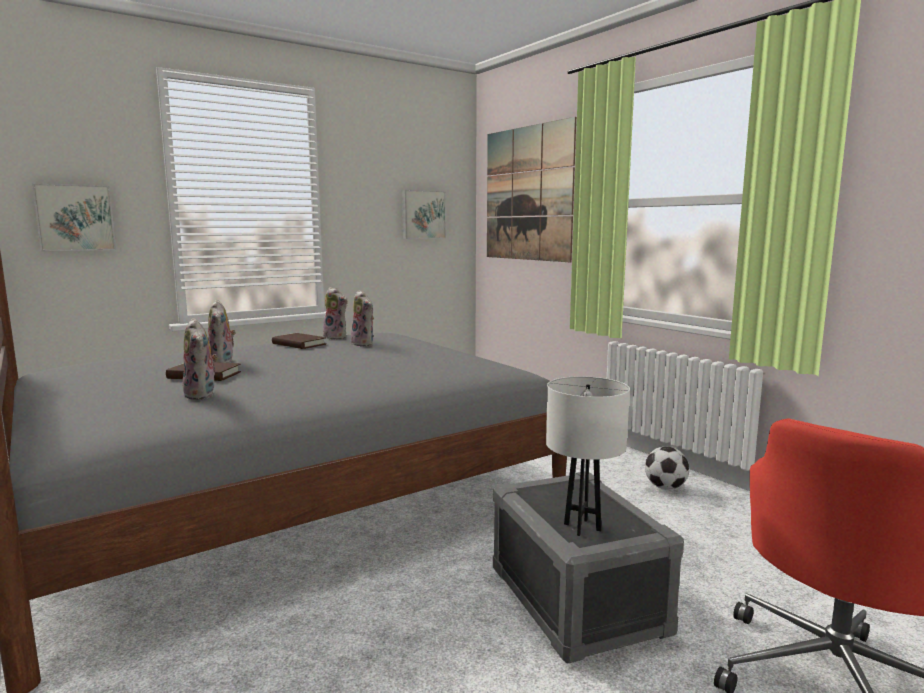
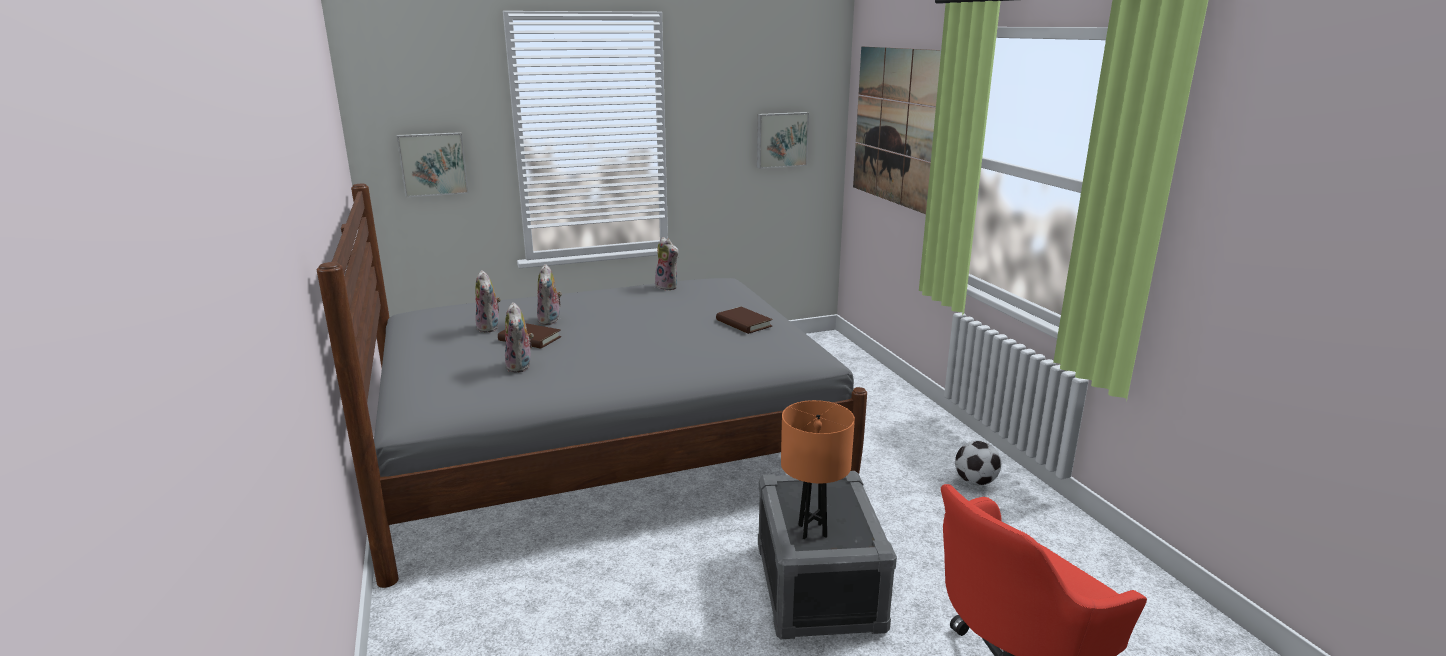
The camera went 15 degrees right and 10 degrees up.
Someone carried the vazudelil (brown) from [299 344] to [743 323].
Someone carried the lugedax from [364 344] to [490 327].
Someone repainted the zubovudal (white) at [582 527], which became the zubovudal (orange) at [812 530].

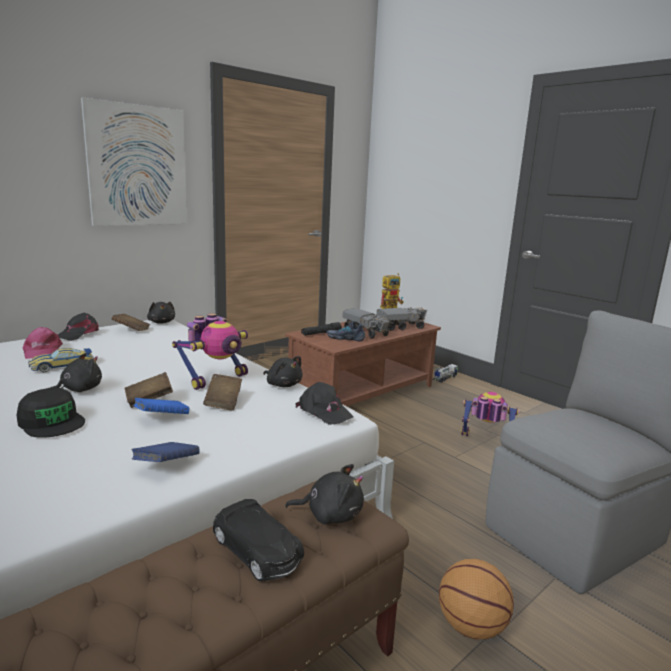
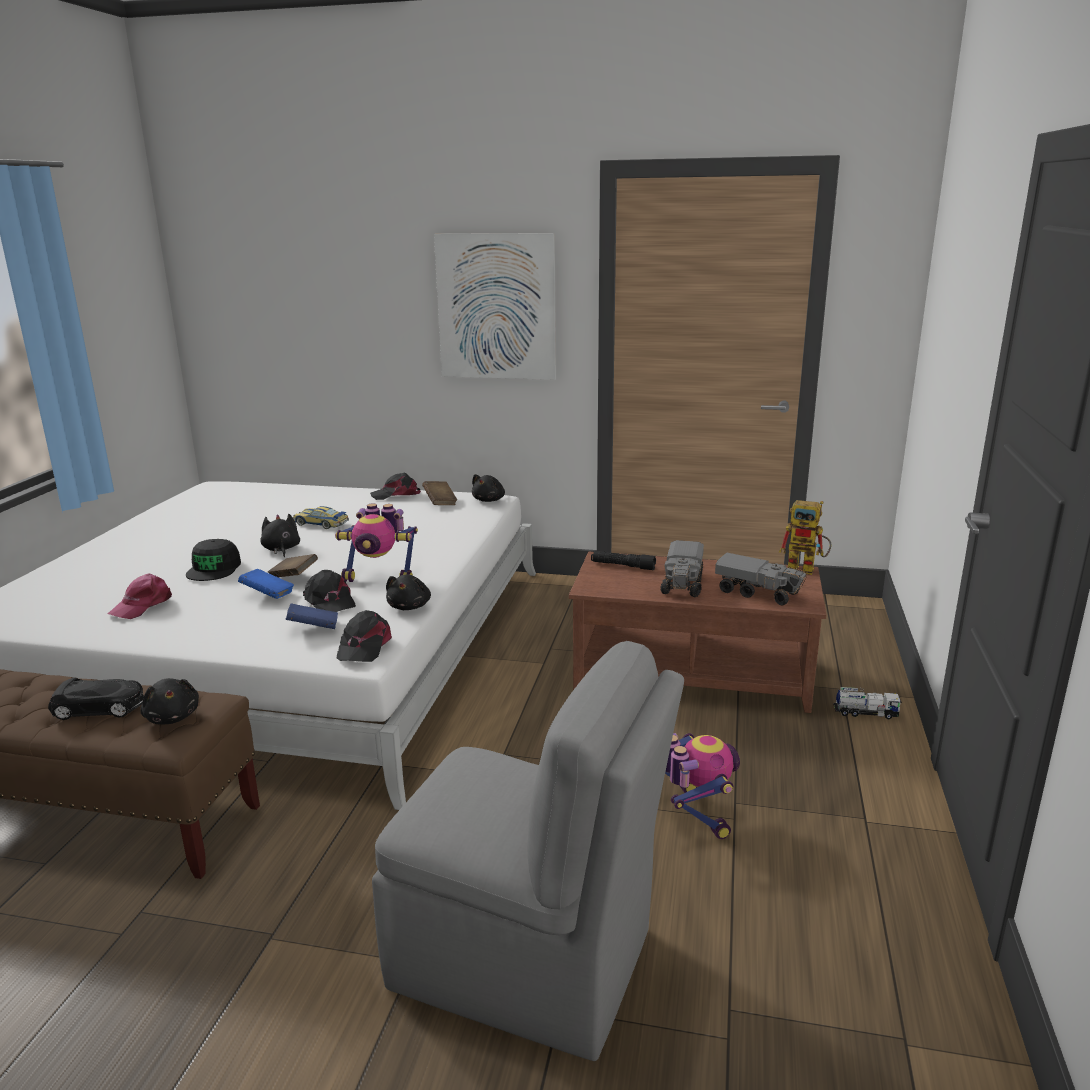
The camera went 55 degrees right and 5 degrees up.
Someone took away the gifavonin at [345 338].
Someone took away the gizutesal at [470 627].
Someone carried the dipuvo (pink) from [42 351] to [143 605].
Someone carried the vazudelil (blue) from [166 465] to [313 628].
Someone swapped the vazudelil (brown) at [223 402] for the dipuvo (black) at [329 601].
Someone rotated the lugedax (black) at [78 390] by 120 degrees counterclockwise.
Someone rotated the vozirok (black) at [258 550] by 105 degrees counterclockwise.

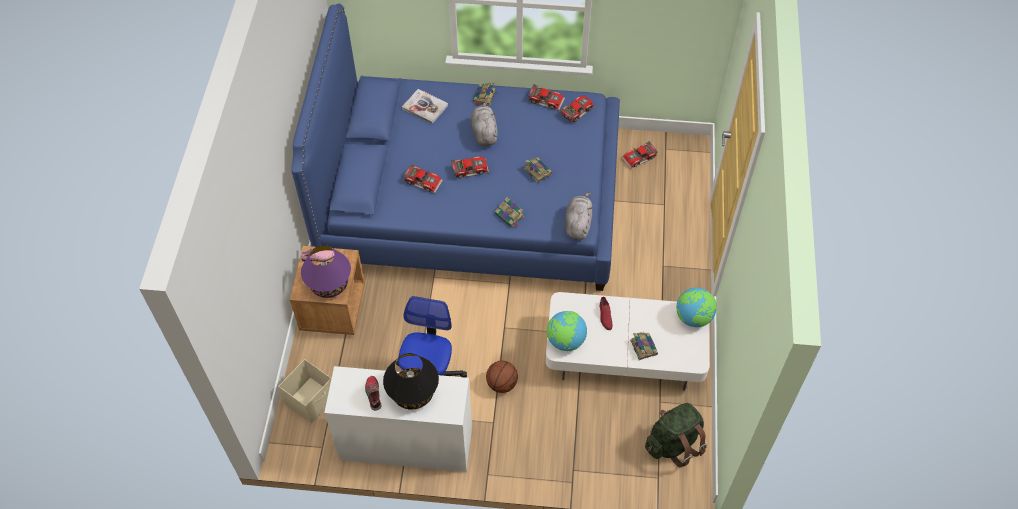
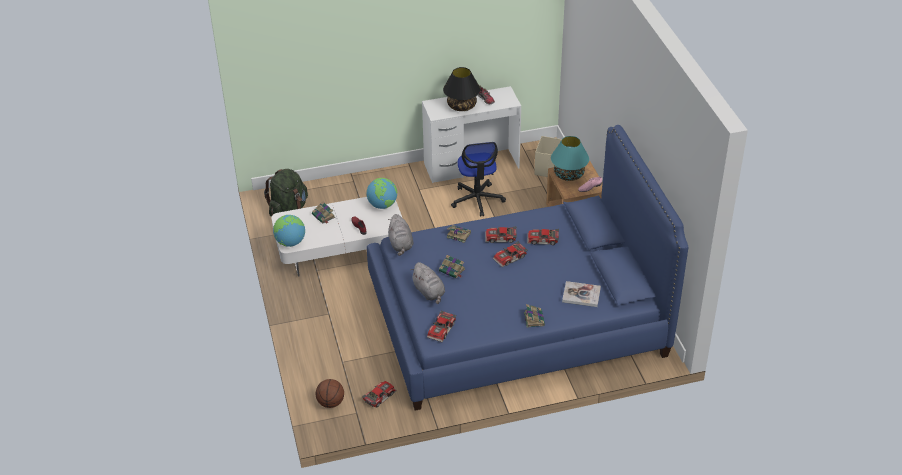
The camera went 160 degrees right and 15 degrees down.
Someone carried the lugedax (grey) from [484 133] to [429 292].
Someone carried the gizutesal from [502 383] to [331 403].
Someone carried the vozirok from [546 99] to [500 238].
Someone repainted the zubovudal (purple) at [329 284], which became the zubovudal (turquoise) at [569 175].

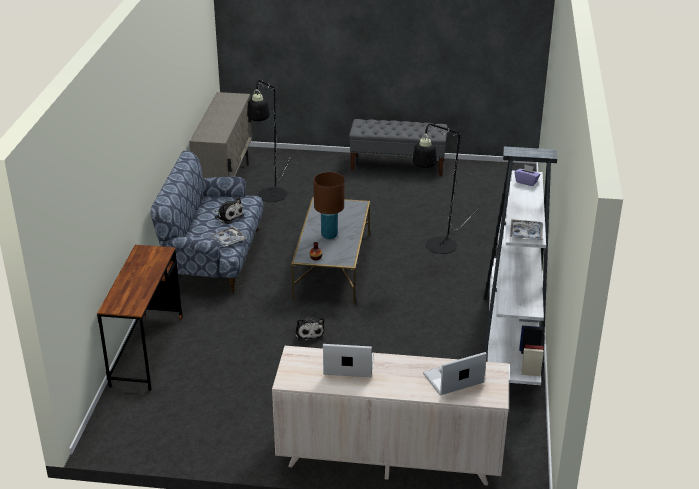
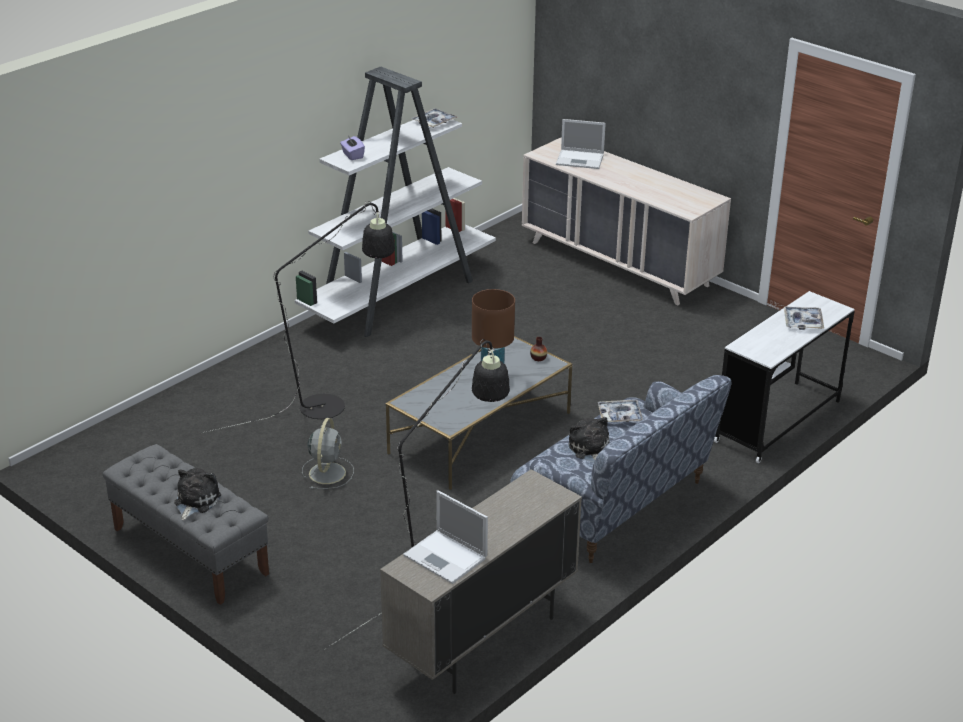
The camera went 145 degrees left and 0 degrees up.
Someone put down the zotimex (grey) at [327 472].
Someone put down the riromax at [803 322].
Someone carried the lugedax from [309 332] to [195 501].
Someone carried the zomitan from [347 365] to [446 557].
Someone repainted the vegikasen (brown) at [147 351], which became the vegikasen (white) at [778 421].

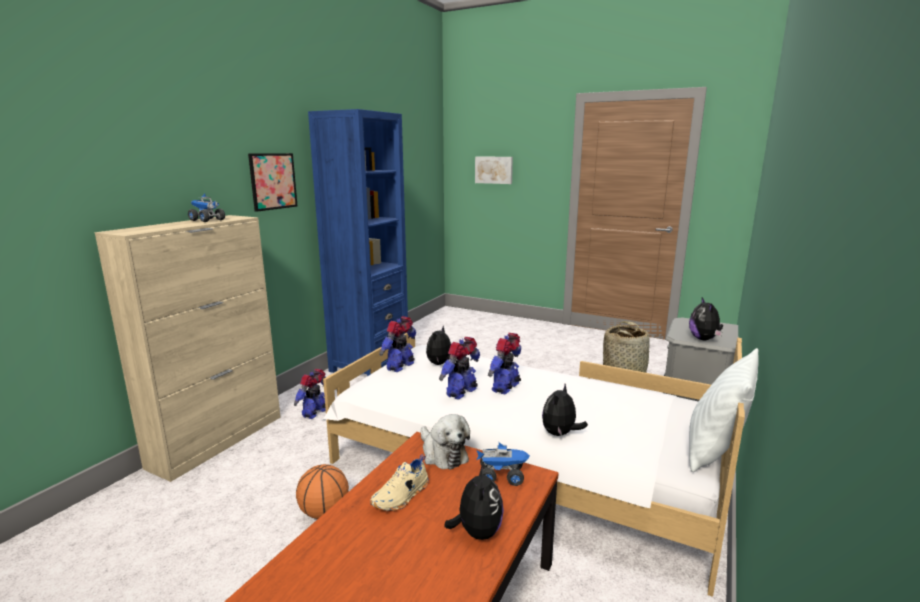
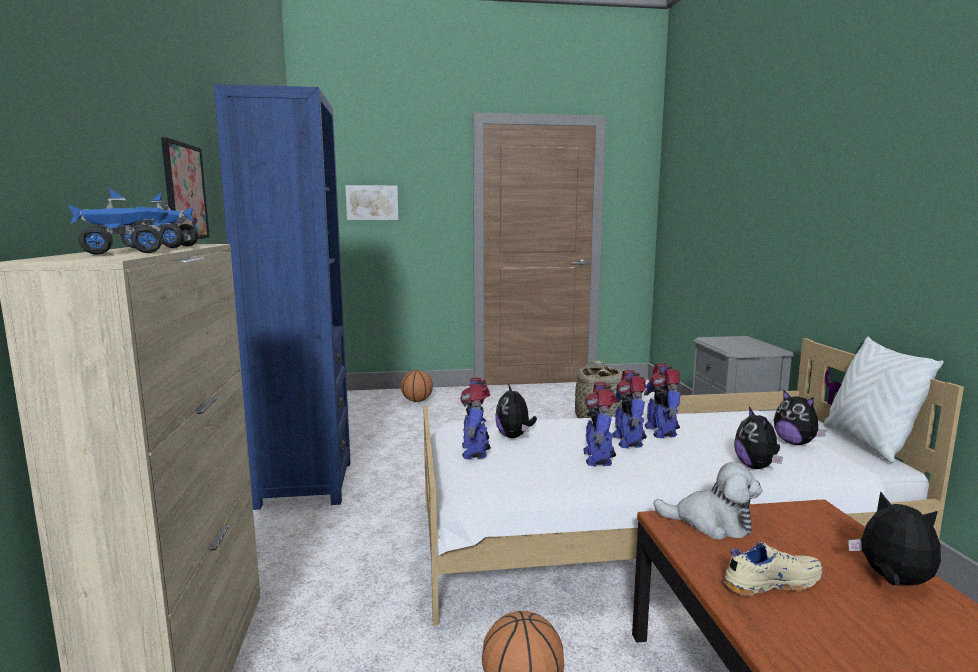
The camera went 35 degrees left and 5 degrees down.
Someone put down the gizutesal at [417 401].
Someone carried the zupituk from [316 413] to [661 431].
Someone carried the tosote from [502 476] to [125 252].
Someone carried the lugedax from [704 339] to [795 443].
Someone rotated the gifavonin (beige) at [402 497] by 105 degrees counterclockwise.

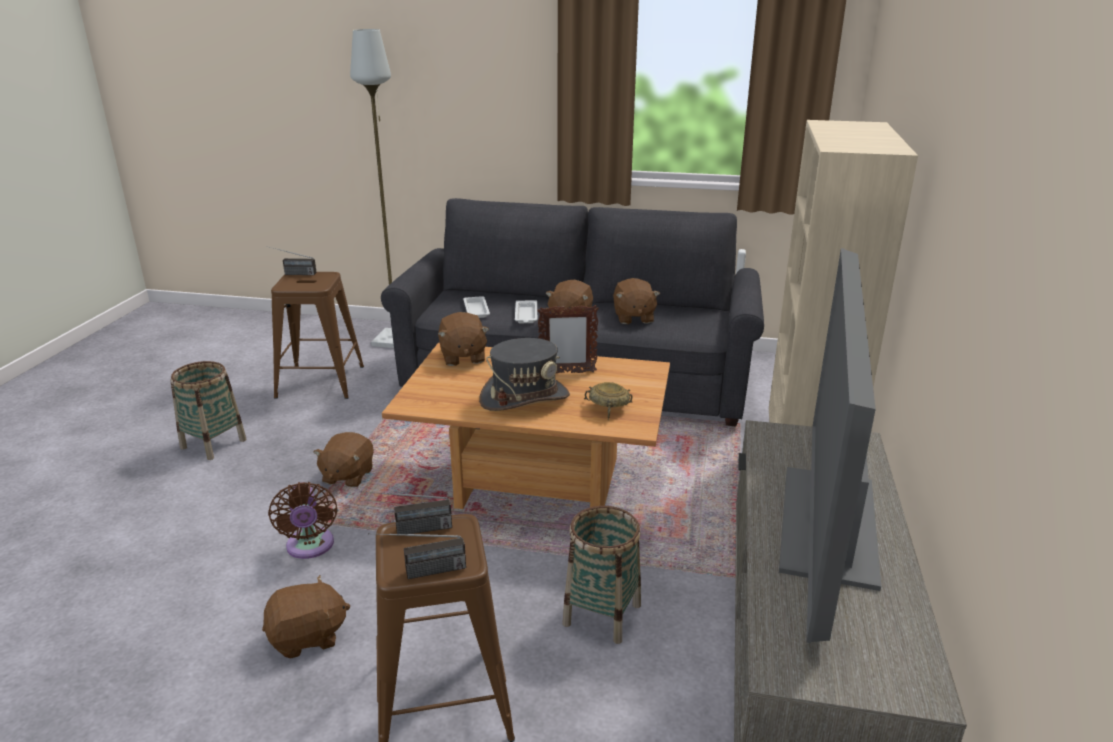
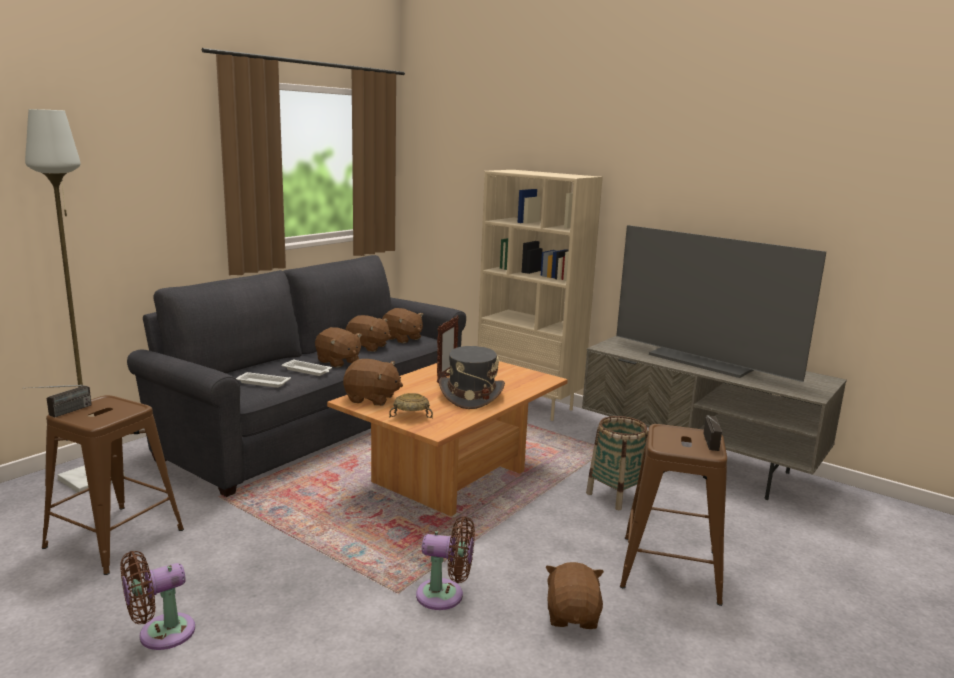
The camera went 65 degrees left and 10 degrees down.
Someone took away the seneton at [409 531].
Someone carried the lugedax (brown) from [347 476] to [402 339].
Someone carried the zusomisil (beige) from [608 409] to [411 416].
Someone swapped the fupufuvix at [213 444] for the zotimex (brown) at [160 634].

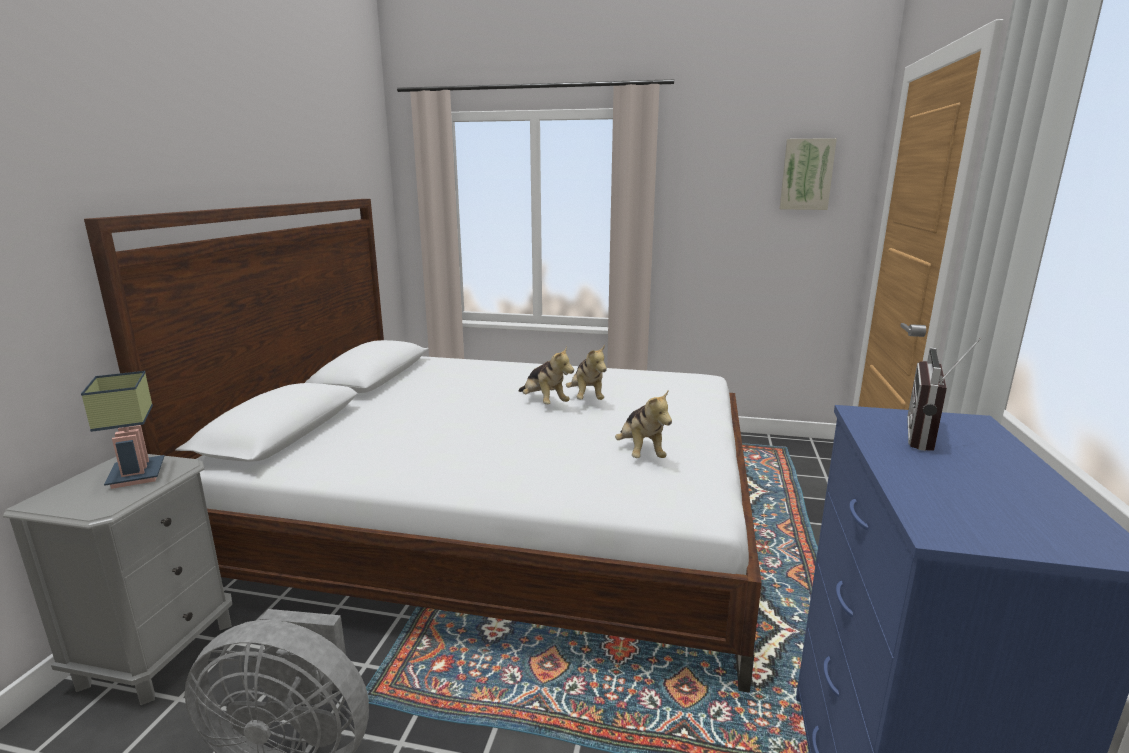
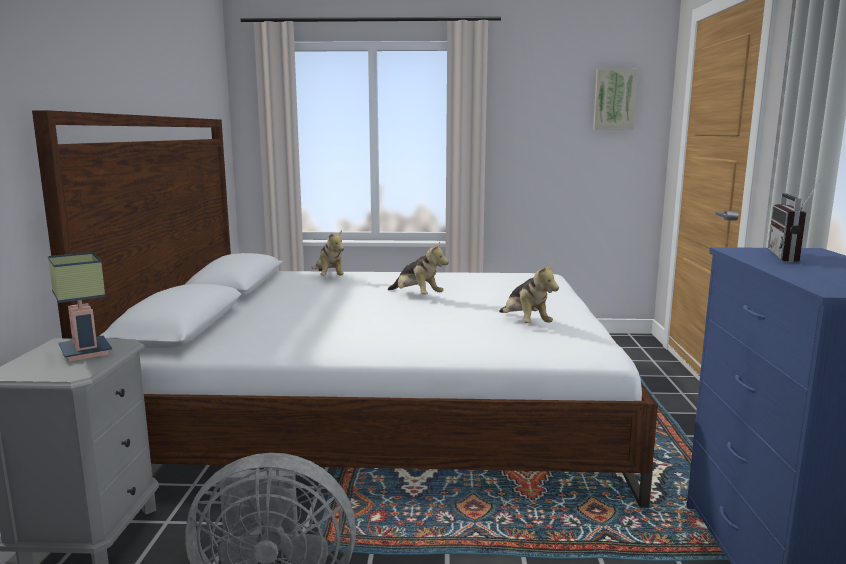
The camera went 10 degrees left and 5 degrees down.
Someone carried the lugedax from [586 398] to [329 277].

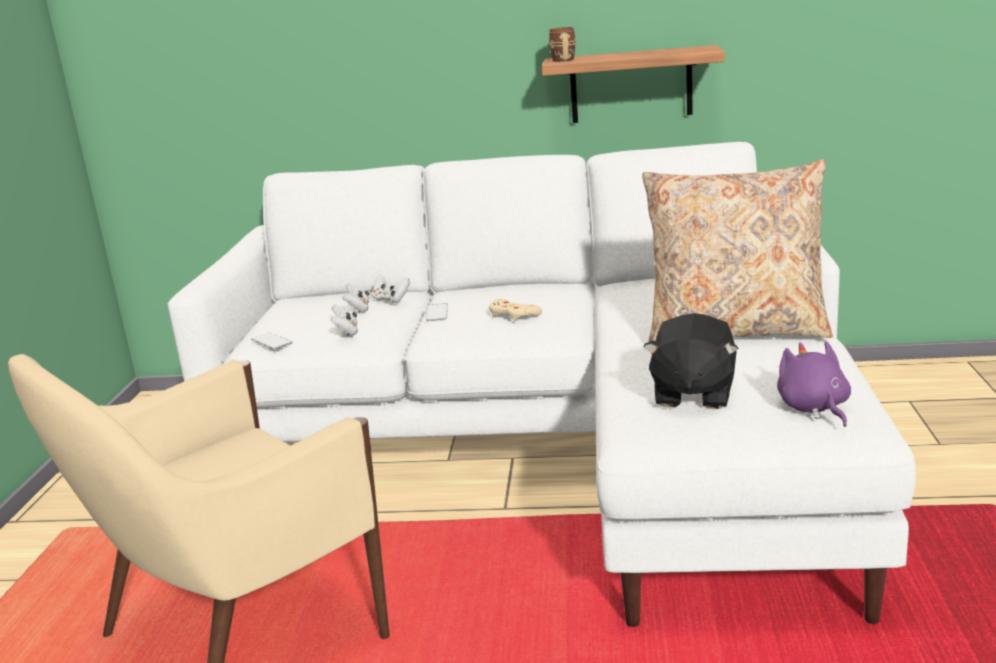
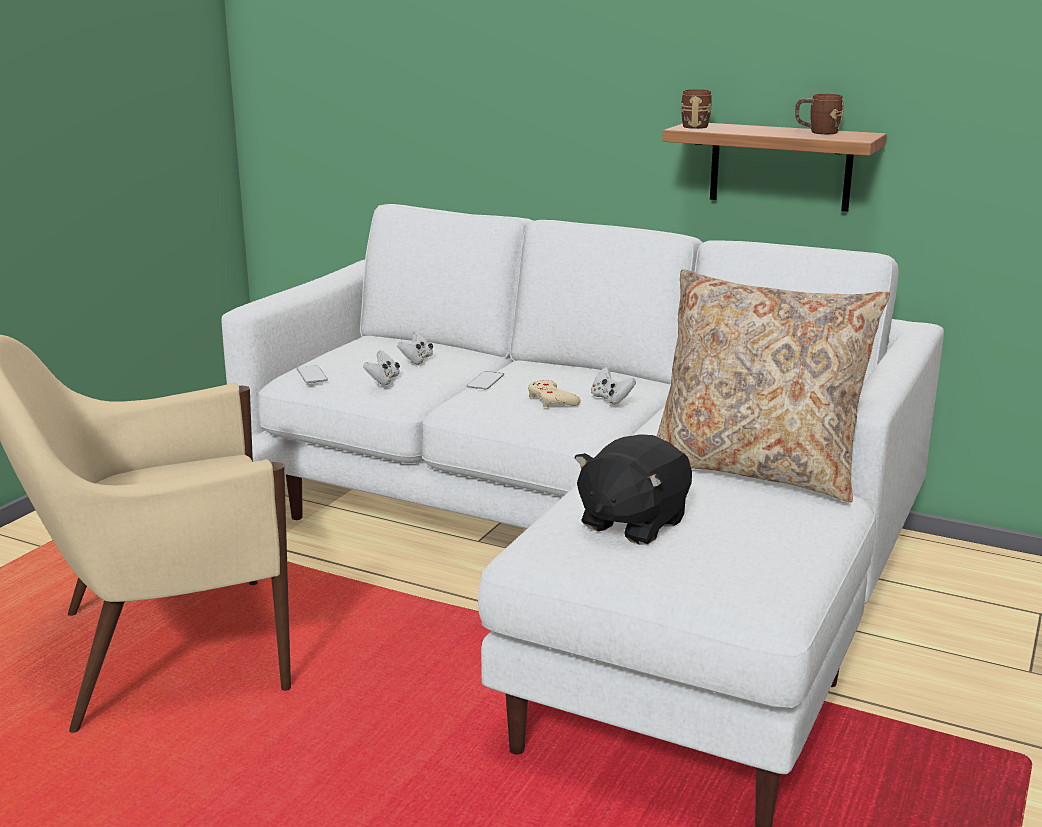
The camera went 20 degrees right and 0 degrees up.
Someone took away the lugedax (purple) at [814 408].
Someone put down the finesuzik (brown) at [817 132].
Someone carried the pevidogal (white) from [391 299] to [610 399].

